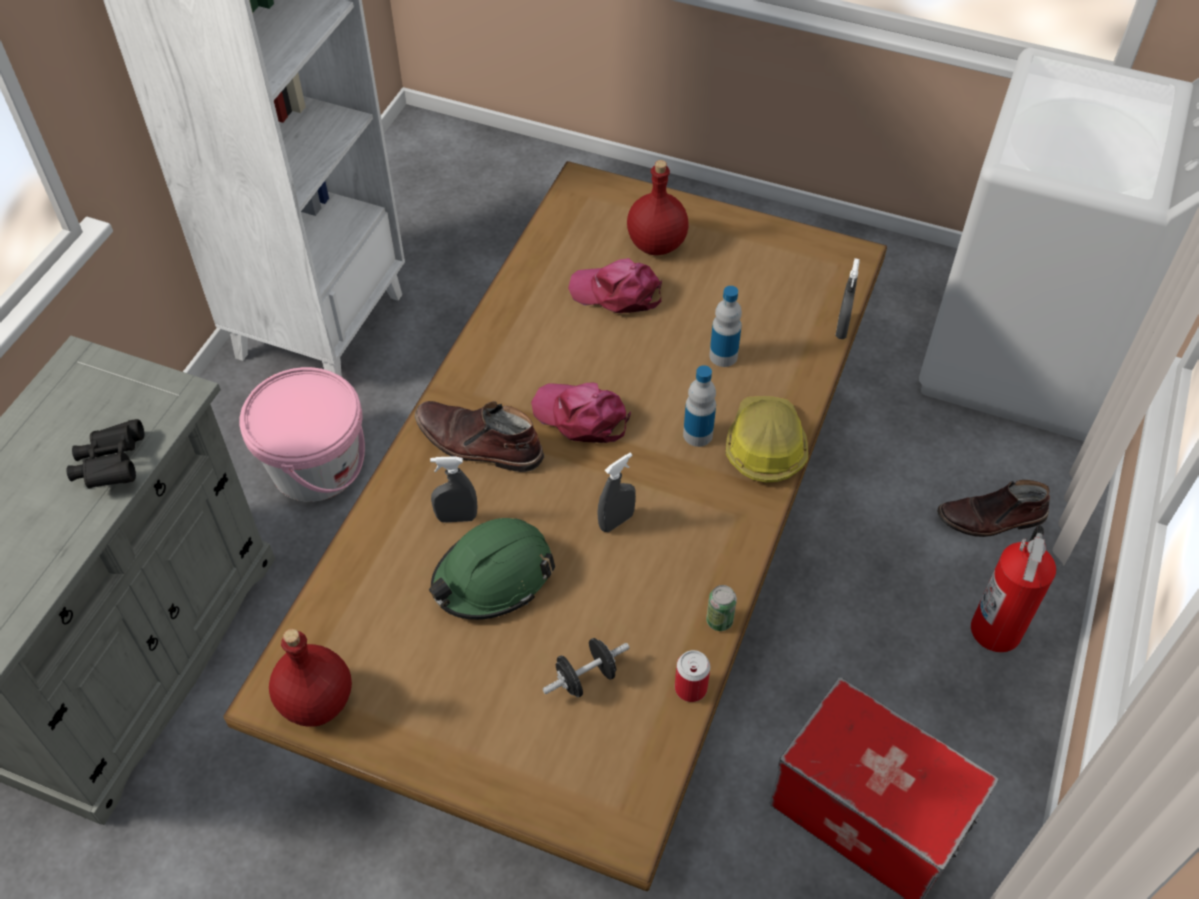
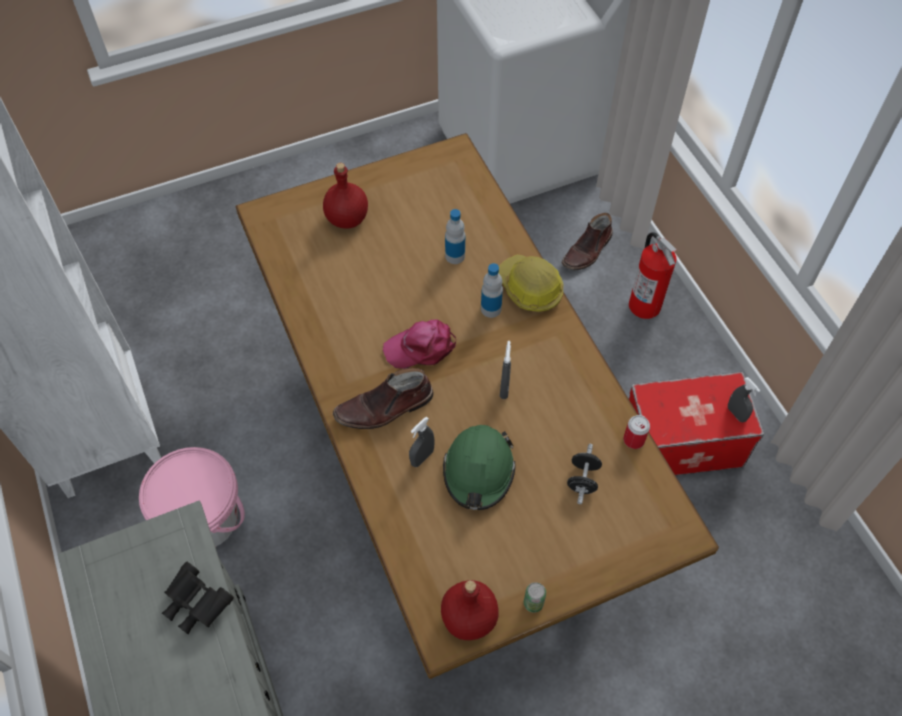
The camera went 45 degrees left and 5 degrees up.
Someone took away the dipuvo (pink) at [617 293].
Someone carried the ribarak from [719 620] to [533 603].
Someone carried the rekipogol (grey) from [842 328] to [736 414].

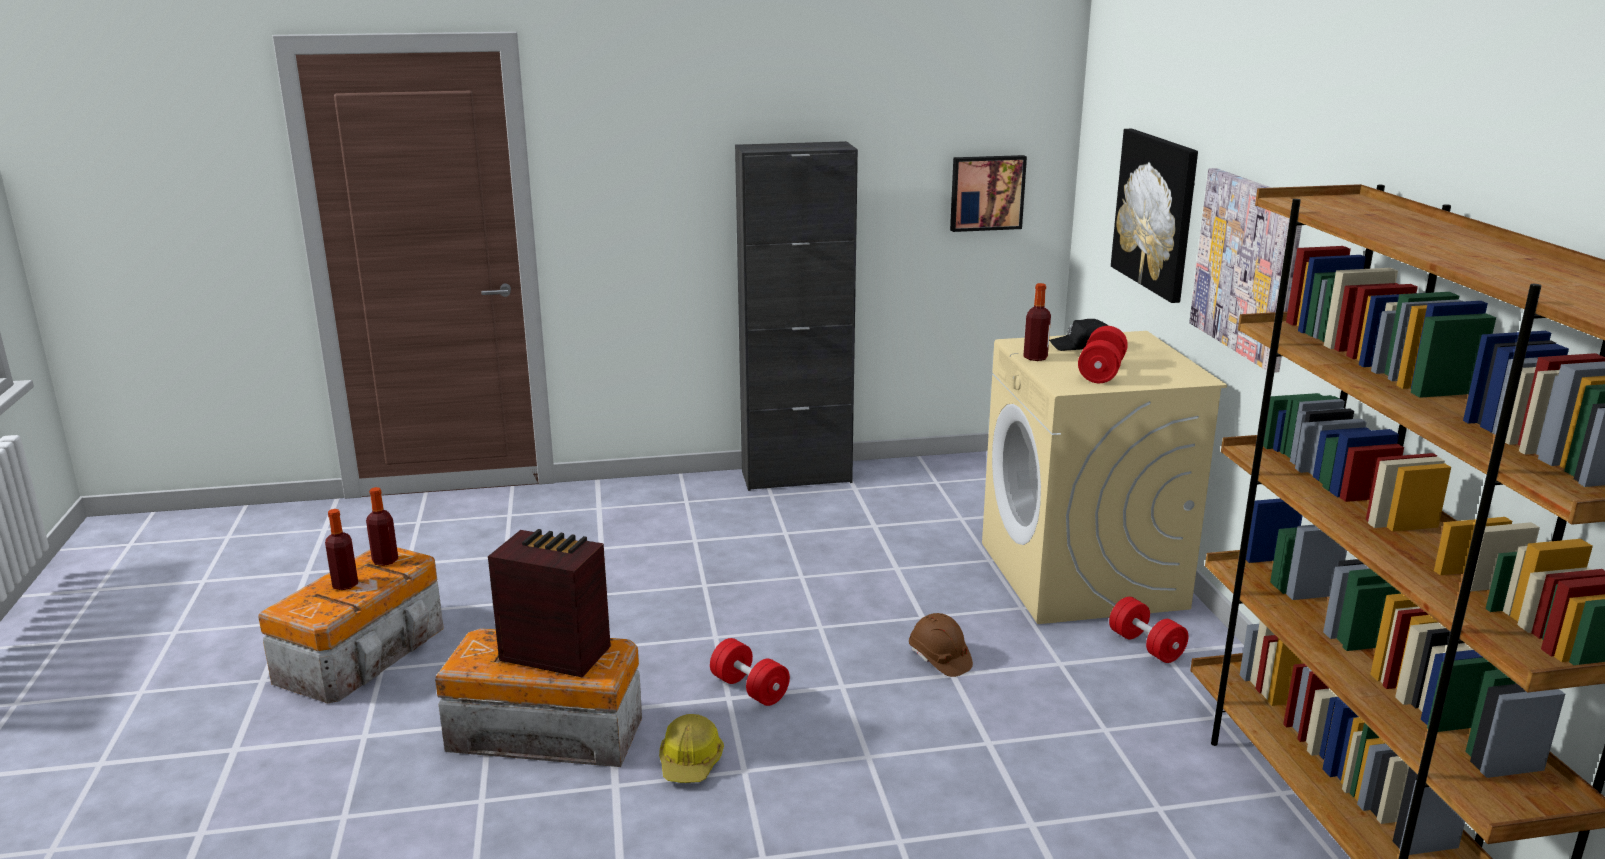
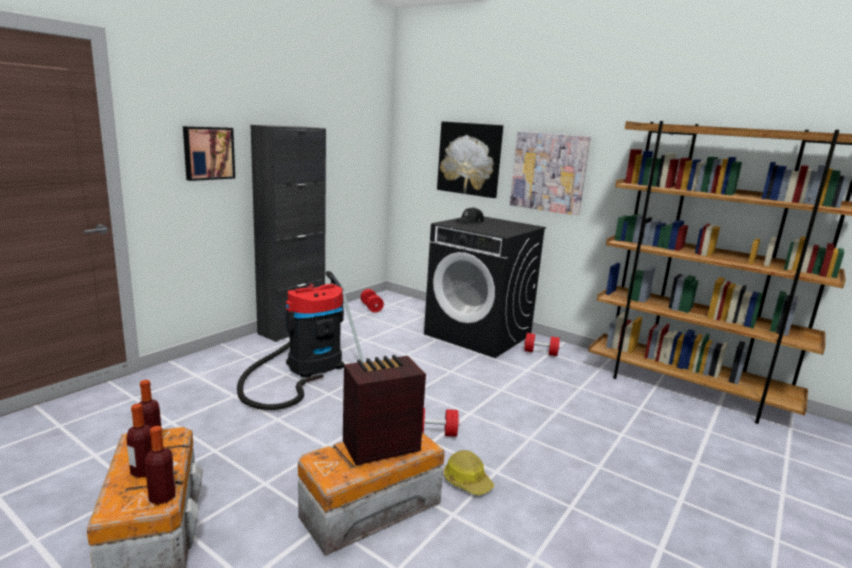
The camera went 45 degrees left and 5 degrees down.
Someone took away the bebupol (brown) at [939 659].
Someone put down the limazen at [309 368].
Someone carried the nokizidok from [986 192] to [208 153].
Someone carried the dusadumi from [1035 358] to [162 497].
Someone carried the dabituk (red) from [1101 372] to [371 307].
Someone repainted the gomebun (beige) at [1082 576], which became the gomebun (black) at [479 335].

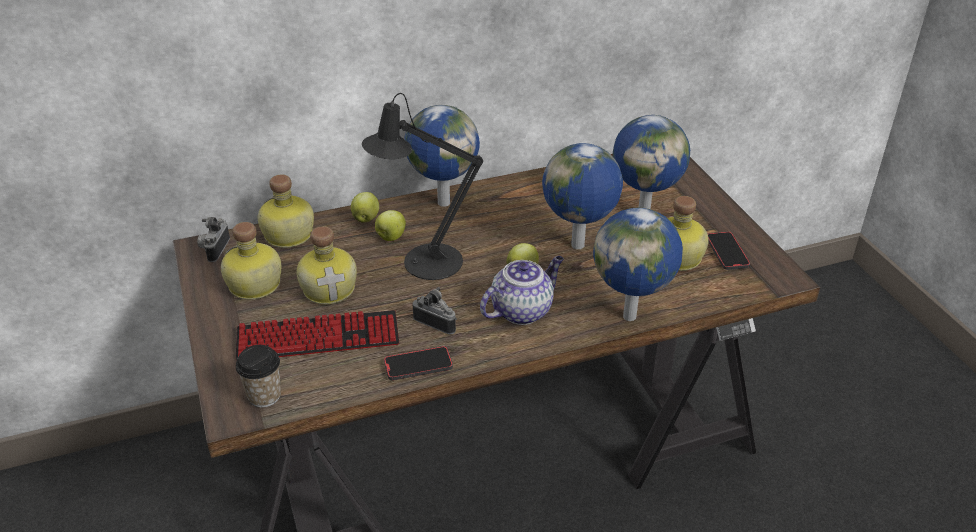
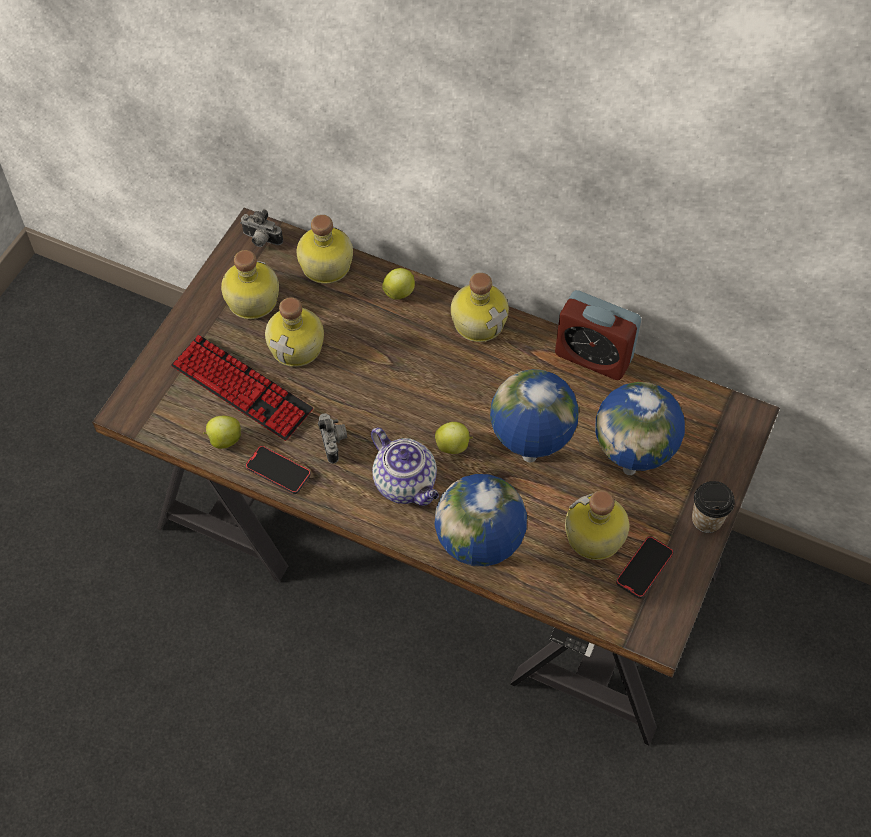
The camera went 45 degrees right and 20 degrees up.
Someone took away the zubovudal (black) at [424 263].
Someone put down the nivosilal at [593 356].
Someone carried the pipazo from [264 396] to [707 520].
Someone carried the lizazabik from [390 237] to [224 440].
Someone swapped the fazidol at [443 202] for the dusadumi at [479 321].
Someone rotated the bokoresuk at [214 249] by 120 degrees counterclockwise.
Someone rotated the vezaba at [522 310] by 45 degrees clockwise.

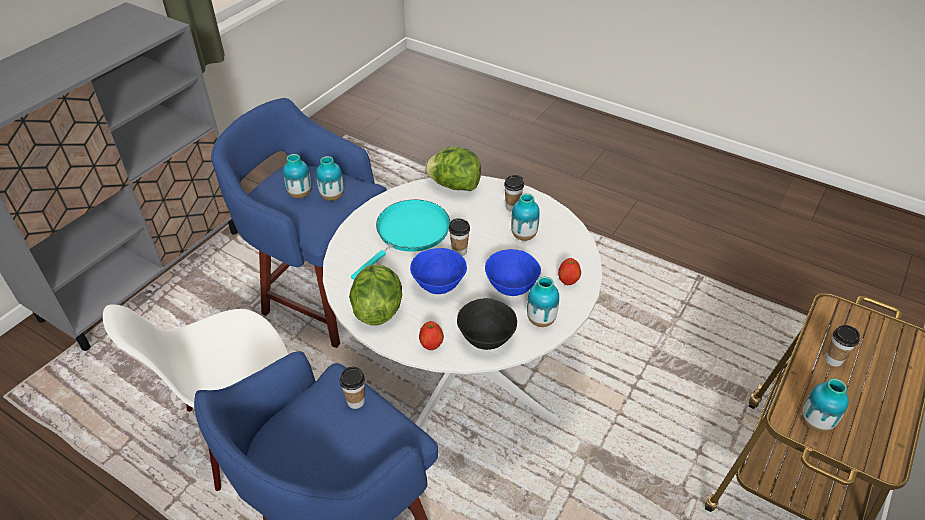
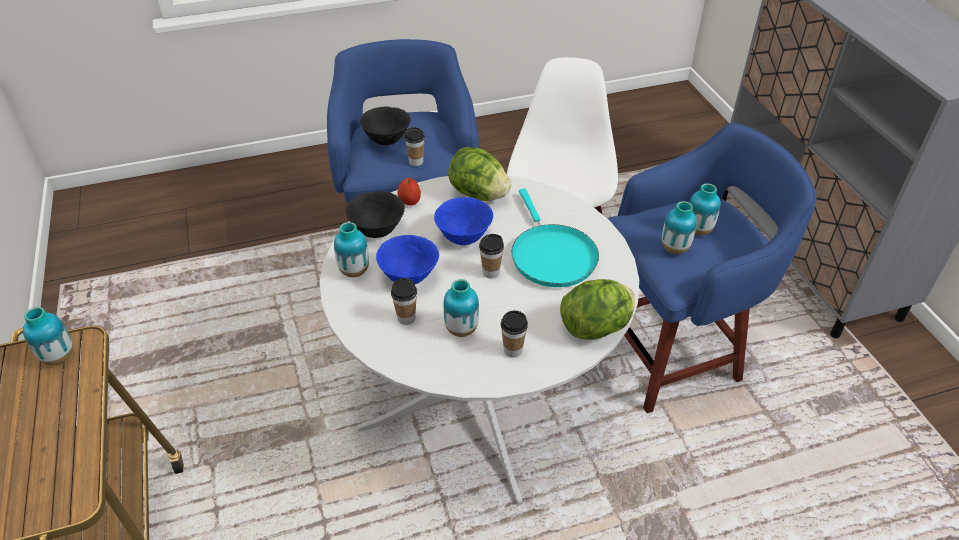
The camera went 130 degrees right and 0 degrees up.
Someone took away the lizazabik at [568 281].
Someone put down the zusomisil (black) at [387 140].
Someone carried the pipazo from [833 360] to [406 318].

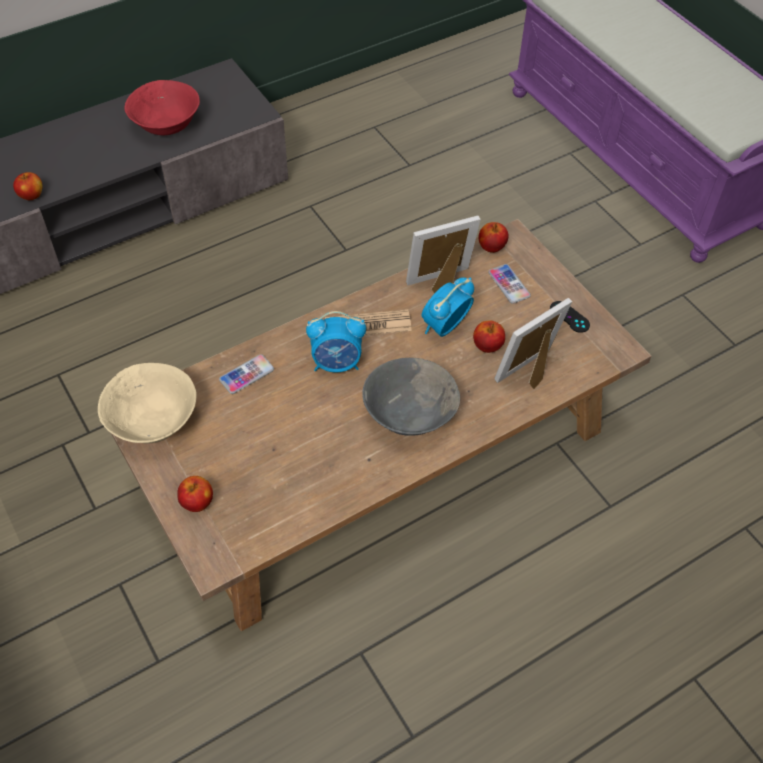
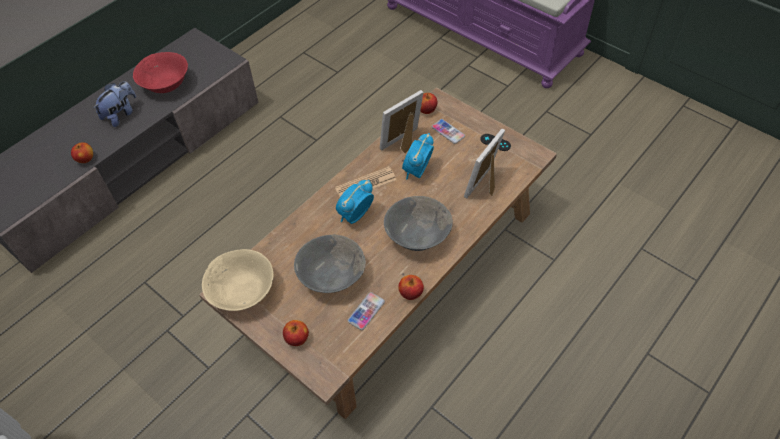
The camera went 15 degrees left and 0 degrees up.
Someone put down the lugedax at [121 114].
Someone put down the zusomisil (grey) at [331 276].
Someone carried the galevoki from [246 375] to [366 311].
Someone carried the lizazabik from [487 346] to [410 293].
Someone rotated the nivosilal at [337 363] by 150 degrees clockwise.

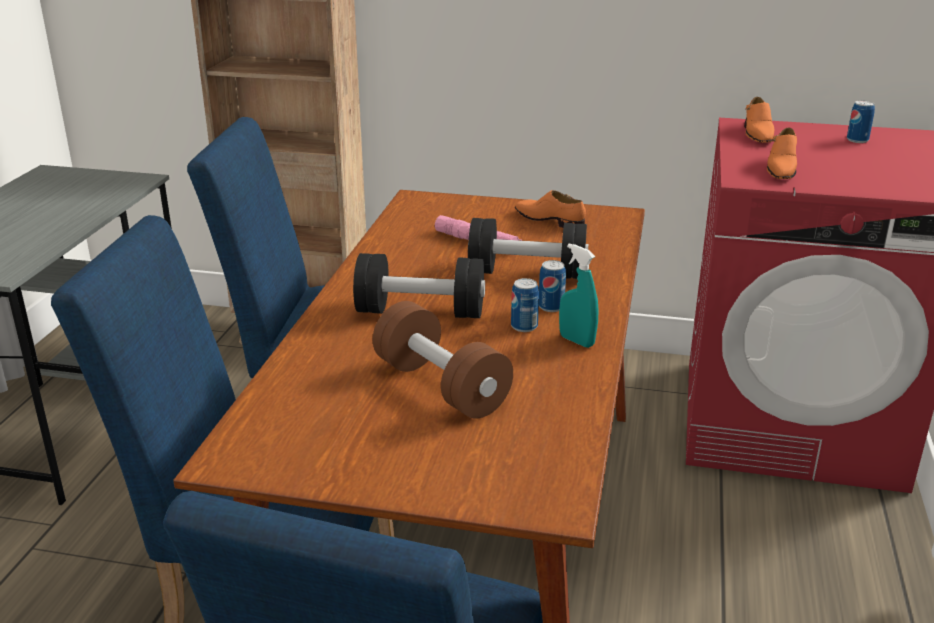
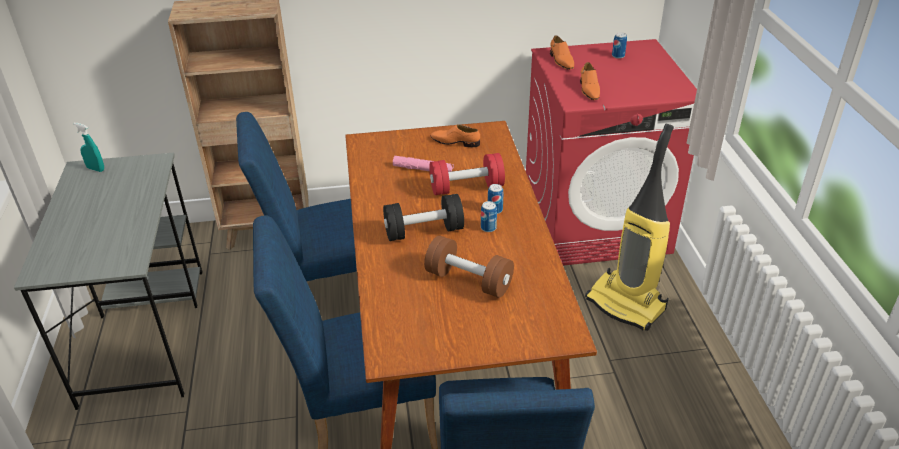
The camera went 20 degrees left and 10 degrees up.
Someone put down the limazen at [627 304].
Someone carried the rekipogol (turquoise) from [576 341] to [96 169].
Someone repainted the dabituk (black) at [527 273], which became the dabituk (red) at [466 187].

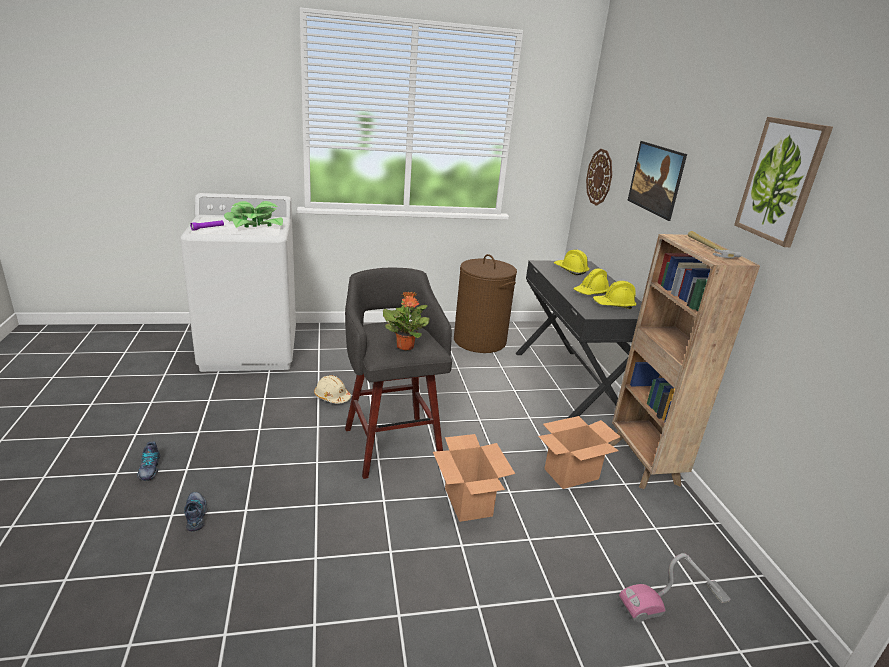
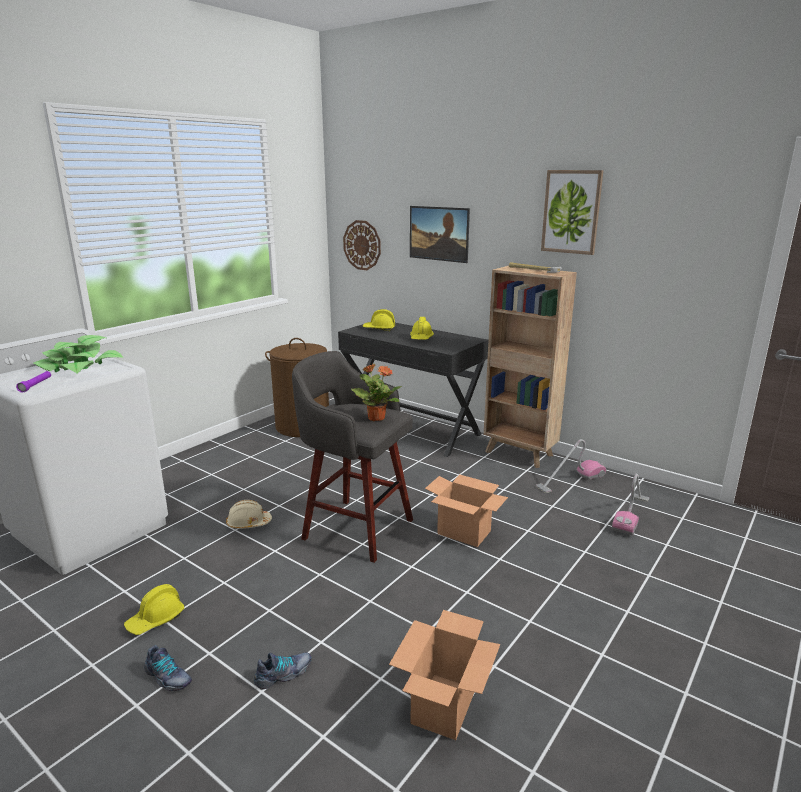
The camera went 40 degrees left and 5 degrees down.
Someone put down the limazen at [570 481].
Someone carried the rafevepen from [571 474] to [444 707].
Someone carried the bebupol (yellow) from [613 305] to [156 620].
Someone rotated the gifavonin at [196 514] by 120 degrees clockwise.

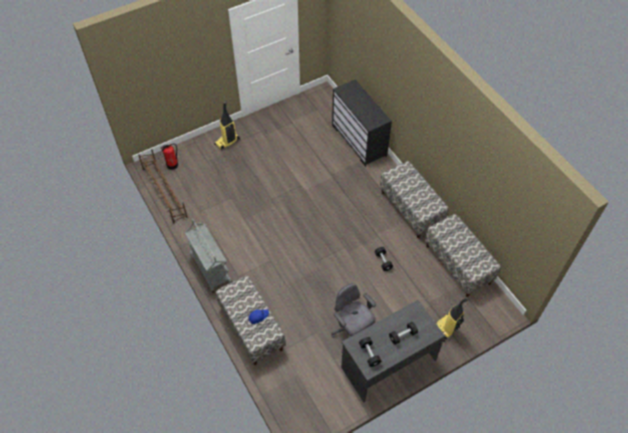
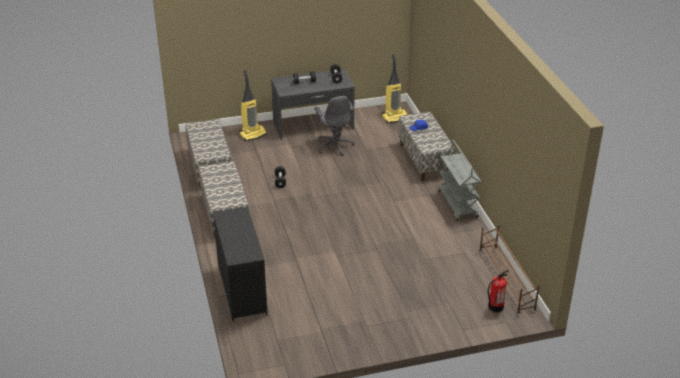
The camera went 165 degrees left and 20 degrees down.
Someone carried the limazen from [227 142] to [395 117].

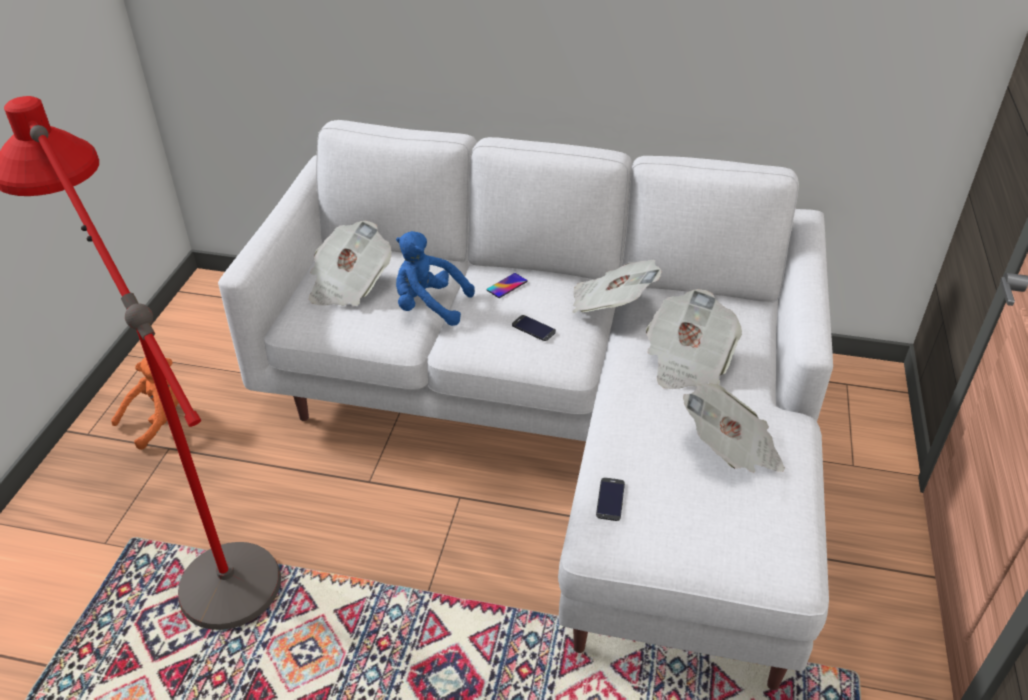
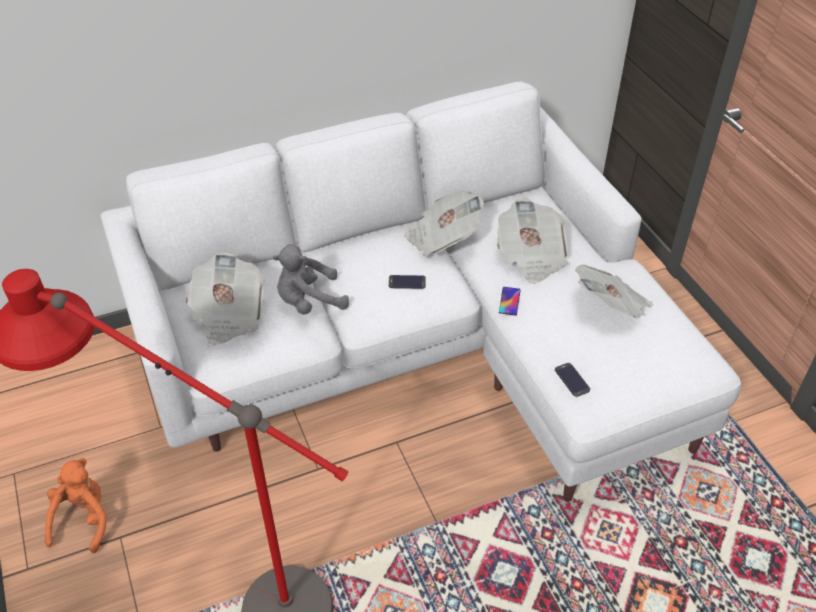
The camera went 35 degrees left and 5 degrees up.
Someone carried the galevoki from [507 286] to [509 301].
Someone repainted the lugedax (blue) at [429 306], which became the lugedax (grey) at [309 302].

